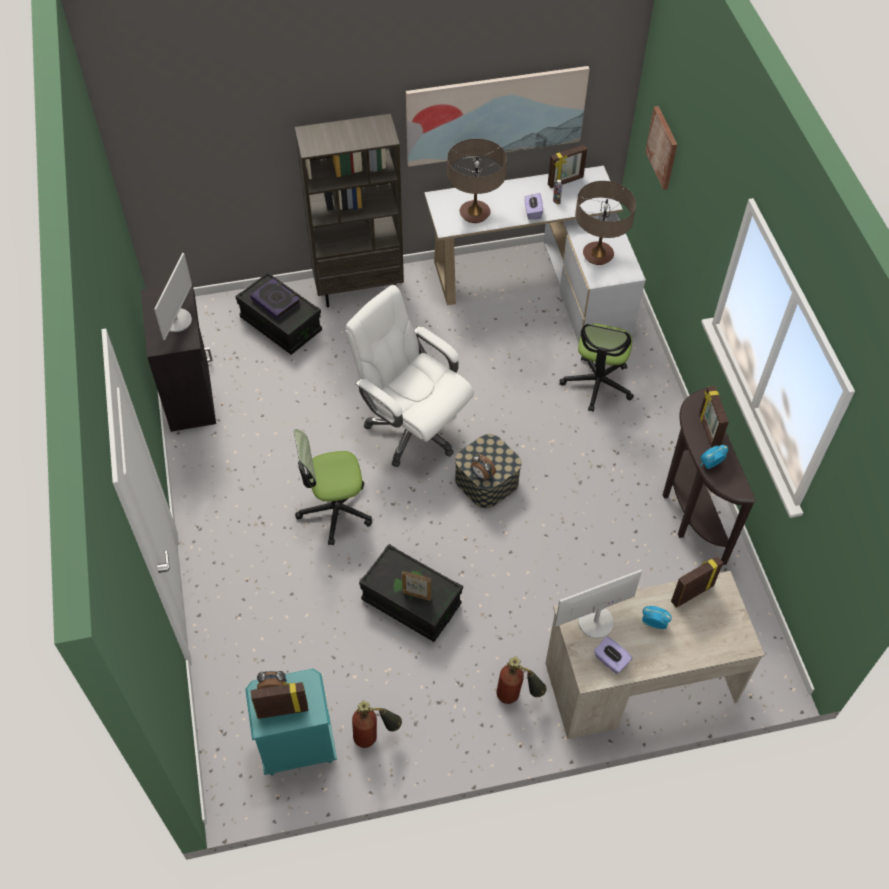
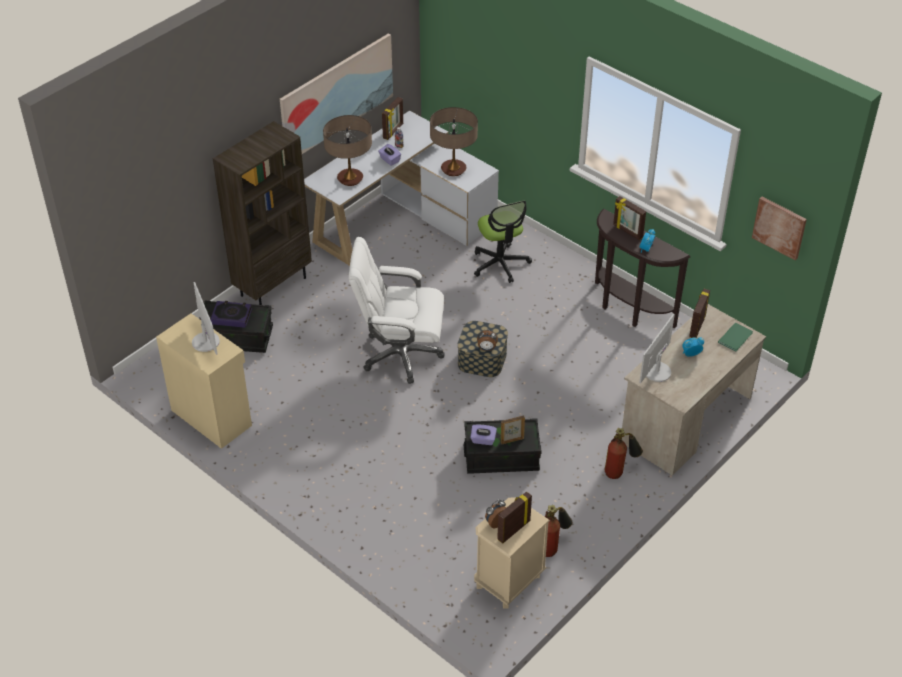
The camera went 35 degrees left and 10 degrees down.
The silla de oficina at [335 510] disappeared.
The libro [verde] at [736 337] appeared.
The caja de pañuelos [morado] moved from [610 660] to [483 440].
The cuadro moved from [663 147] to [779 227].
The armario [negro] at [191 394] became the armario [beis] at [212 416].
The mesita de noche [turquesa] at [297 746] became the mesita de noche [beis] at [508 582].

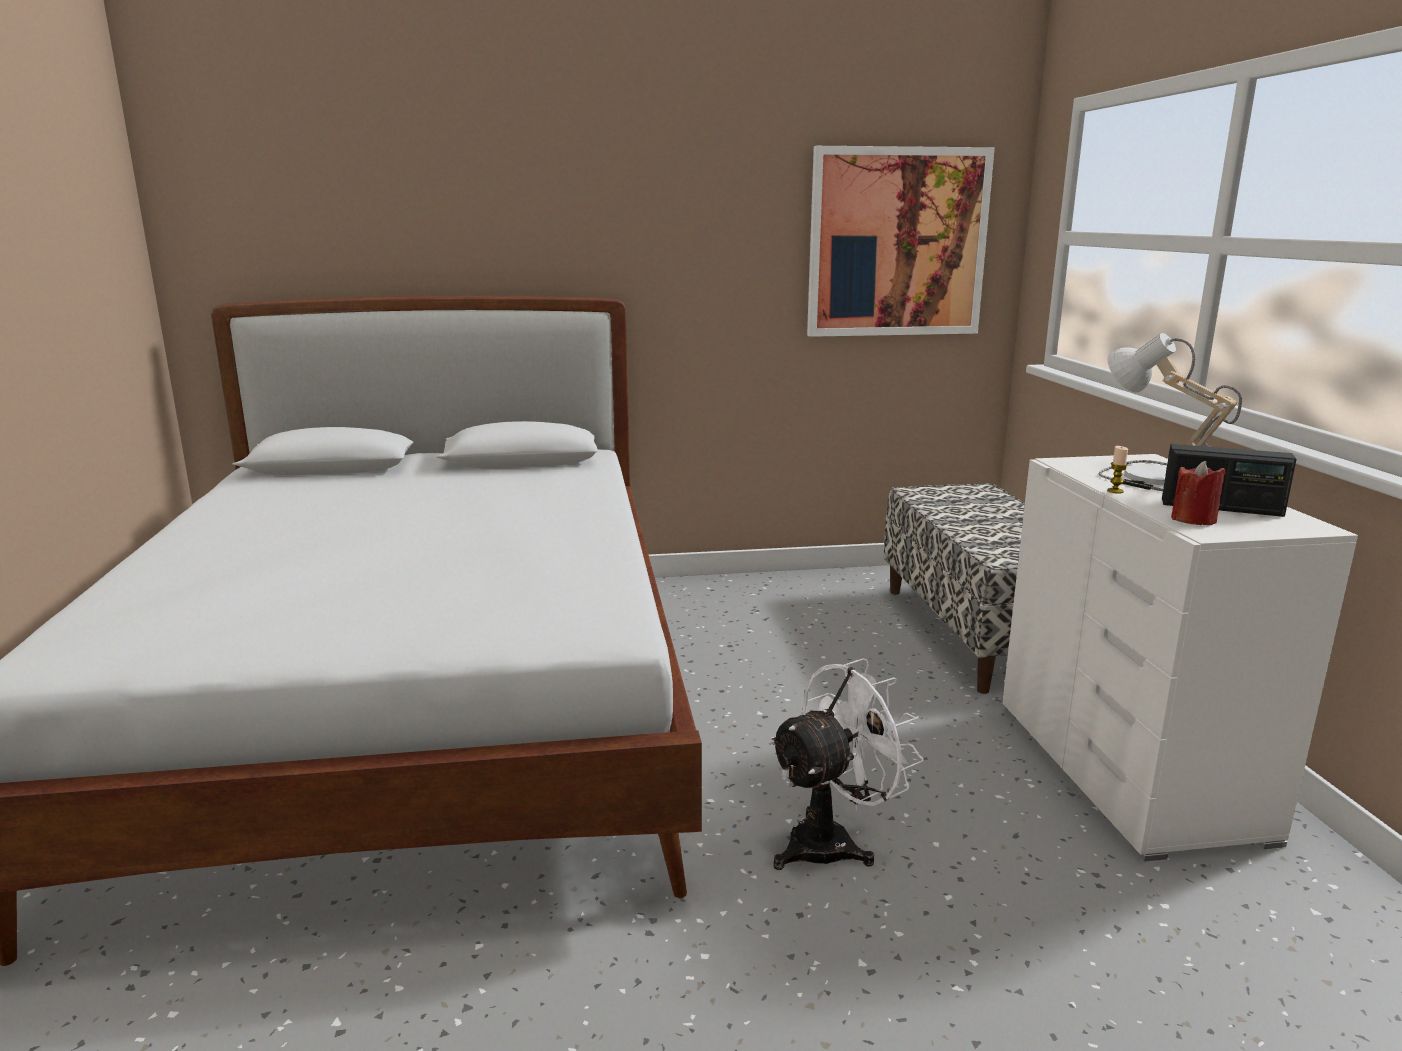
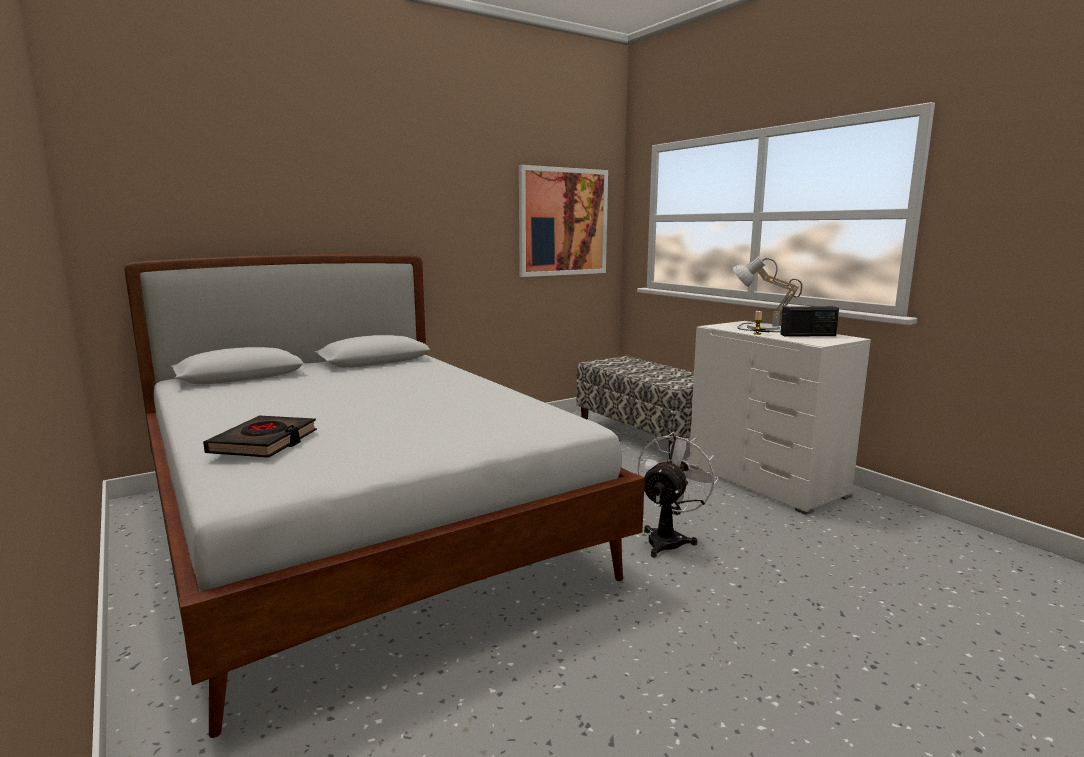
The camera went 25 degrees left and 5 degrees down.
The vela [rojo] at [1193 520] disappeared.
The libro [negro] at [264 443] appeared.

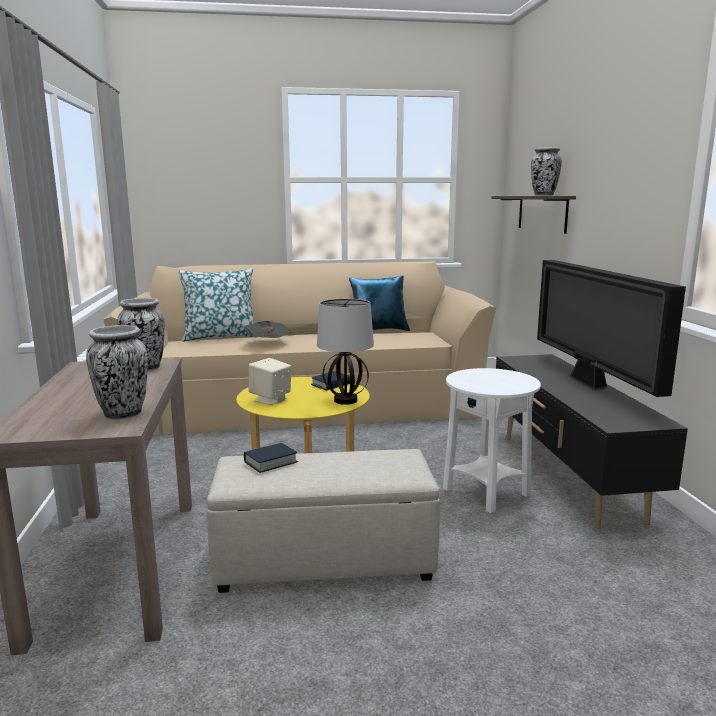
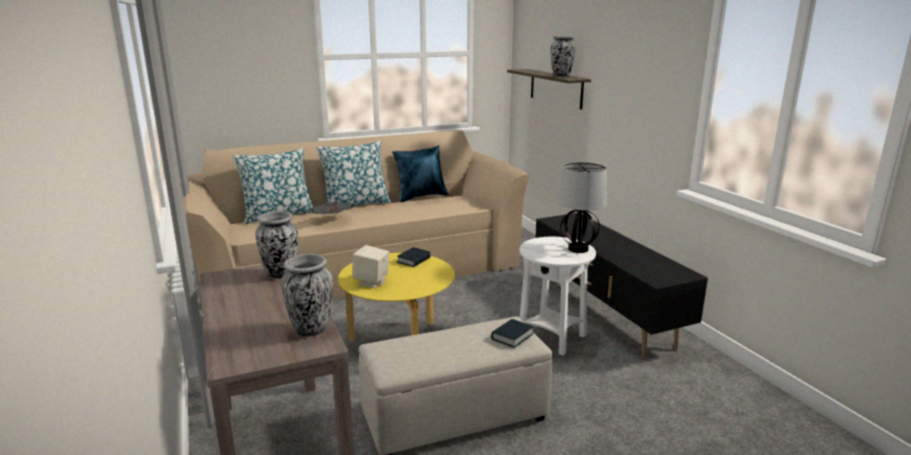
The camera went 15 degrees left and 5 degrees up.
The televisor at [589 383] disappeared.
The cojín at [356 204] appeared.
The libro moved from [270 462] to [512 337].
The lámpara de mesa moved from [345 401] to [578 249].

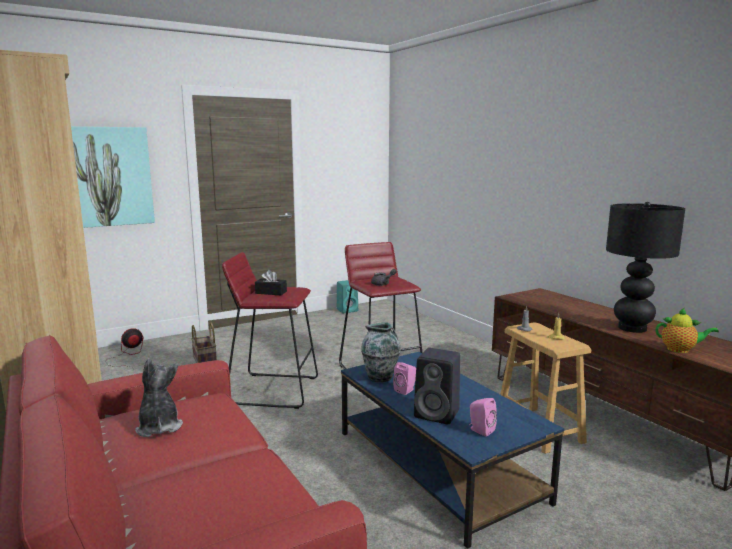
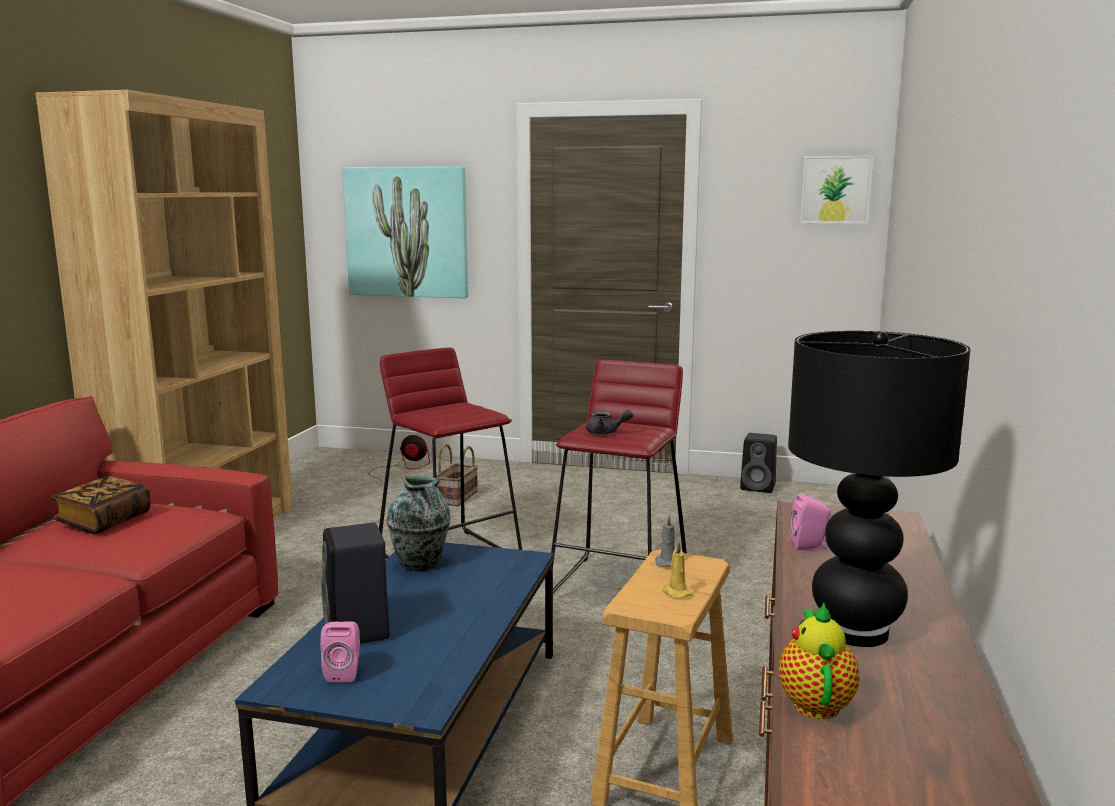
The camera went 45 degrees right and 0 degrees up.
The caja de pañuelos [negro] at [271 292] disappeared.
The cuadro at [835 189] appeared.
The altavoz [rosa] moved from [406 390] to [810 547].
The peluche at [159 427] was replaced by the libro at [104 521].
The altavoz [turquesa] at [348 310] became the altavoz [negro] at [759 487].
The tetera at [680 350] turned 150 degrees counterclockwise.

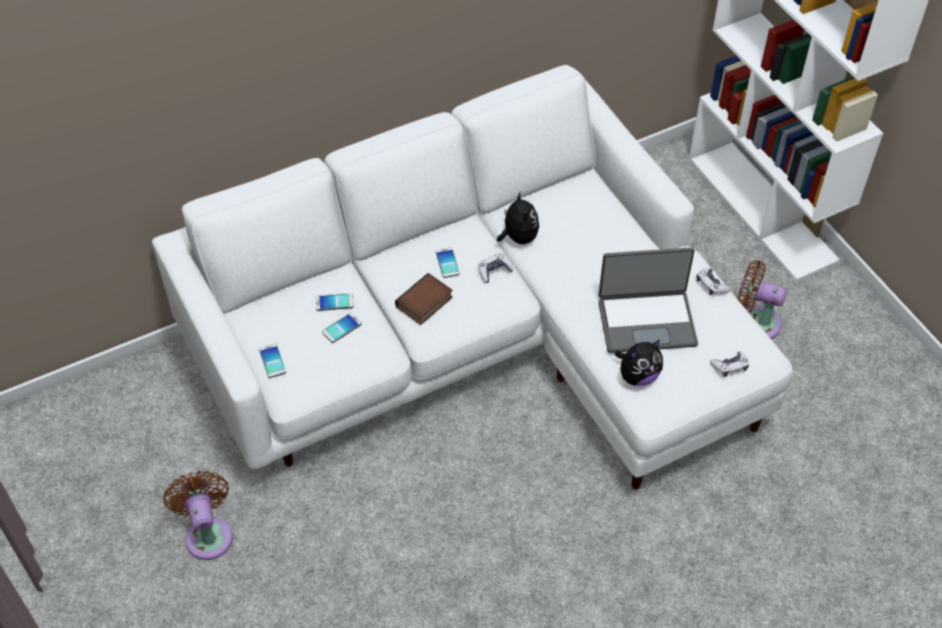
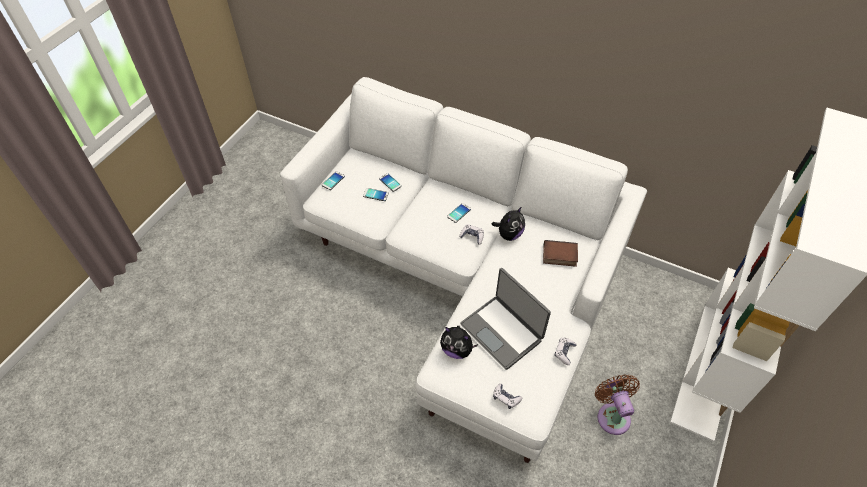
The camera went 55 degrees right and 0 degrees up.
The ventilador [marrón] at [208 533] disappeared.
The libro moved from [425 303] to [559 256].

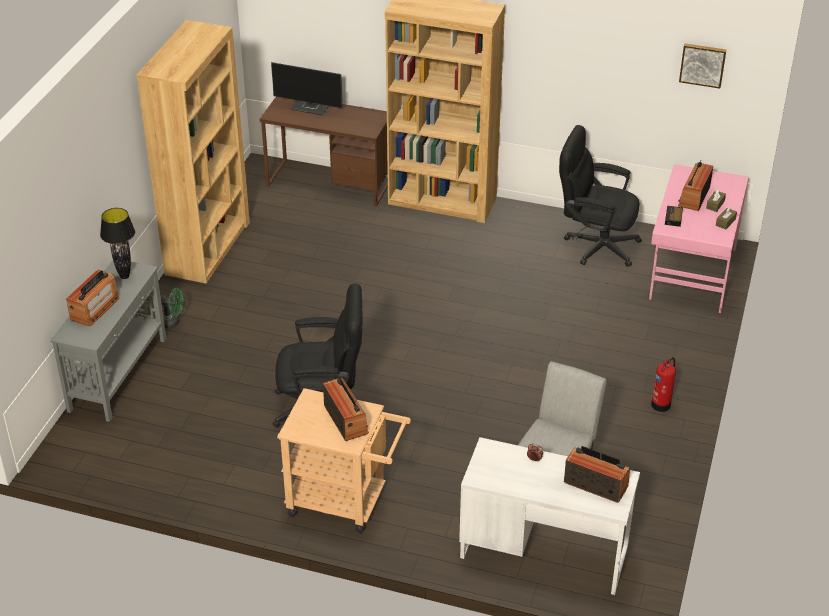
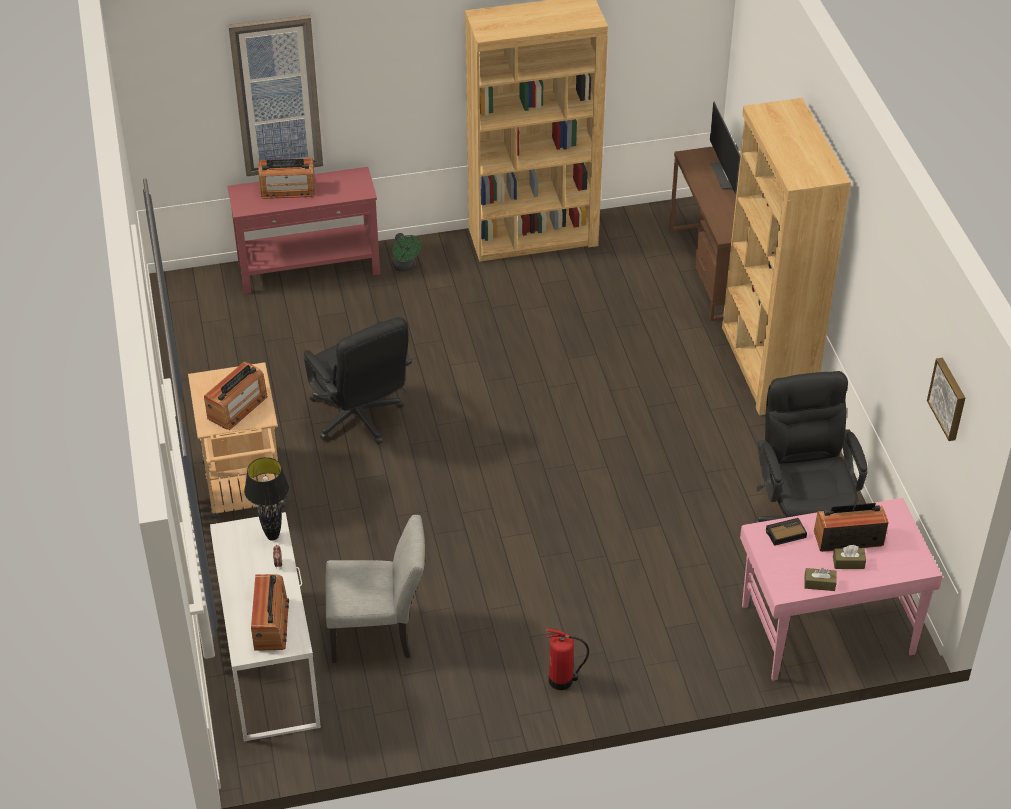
The camera went 60 degrees right and 5 degrees up.
The cuadro at [276 96] appeared.
The lámpara de mesa [negro] moved from [125 276] to [273 536].
The mesa consola [gris] at [119 373] became the mesa consola [rojo] at [309 268].

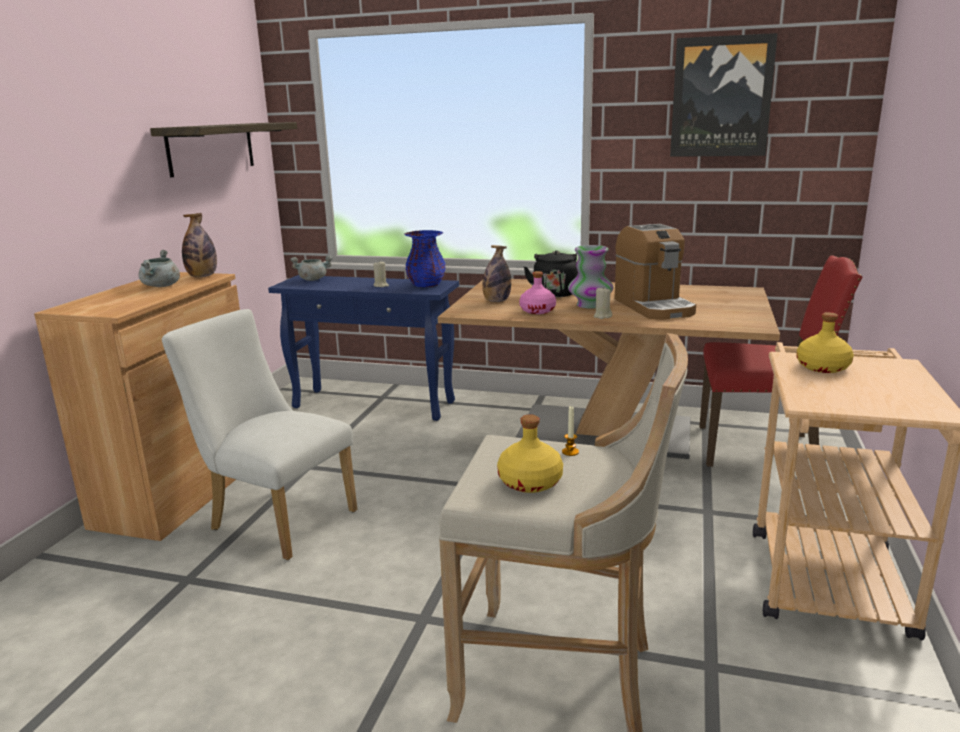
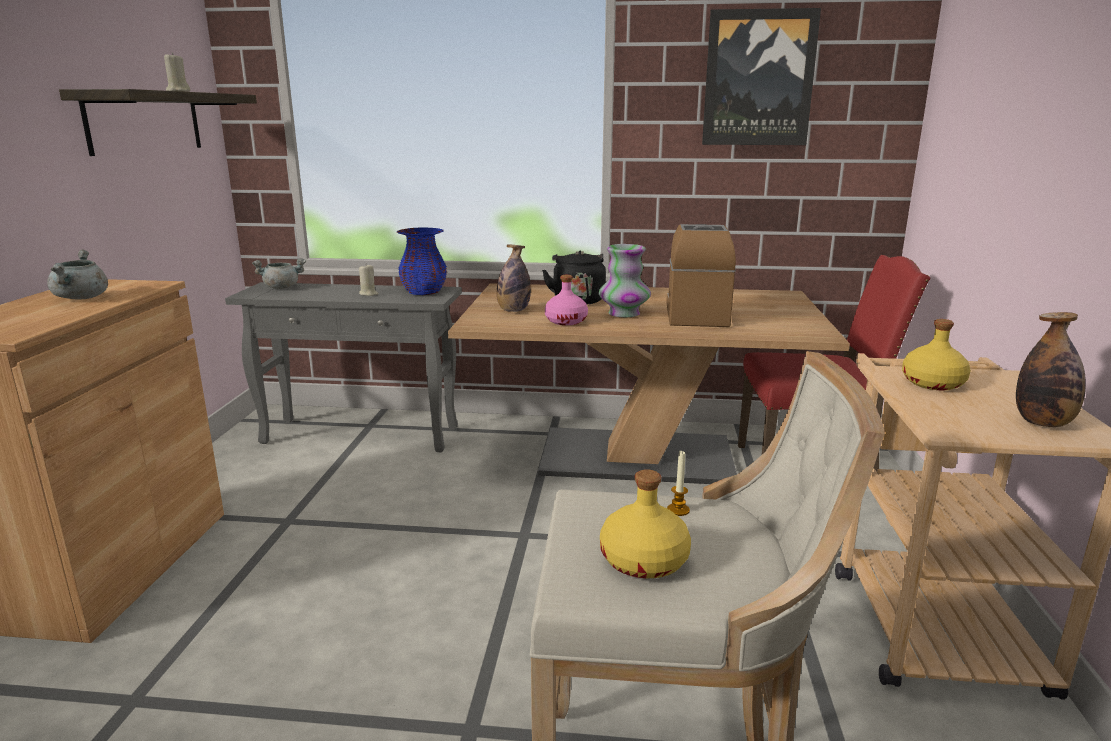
The camera went 10 degrees left and 0 degrees up.
The silla [blanco] at [276 518] disappeared.
The botella moved from [202 276] to [1043 423].
The vela [beis] moved from [602 316] to [178 91].
The mesa consola [azul] at [375 404] became the mesa consola [gris] at [362 435].
The cafetera at [653 306] turned 150 degrees counterclockwise.

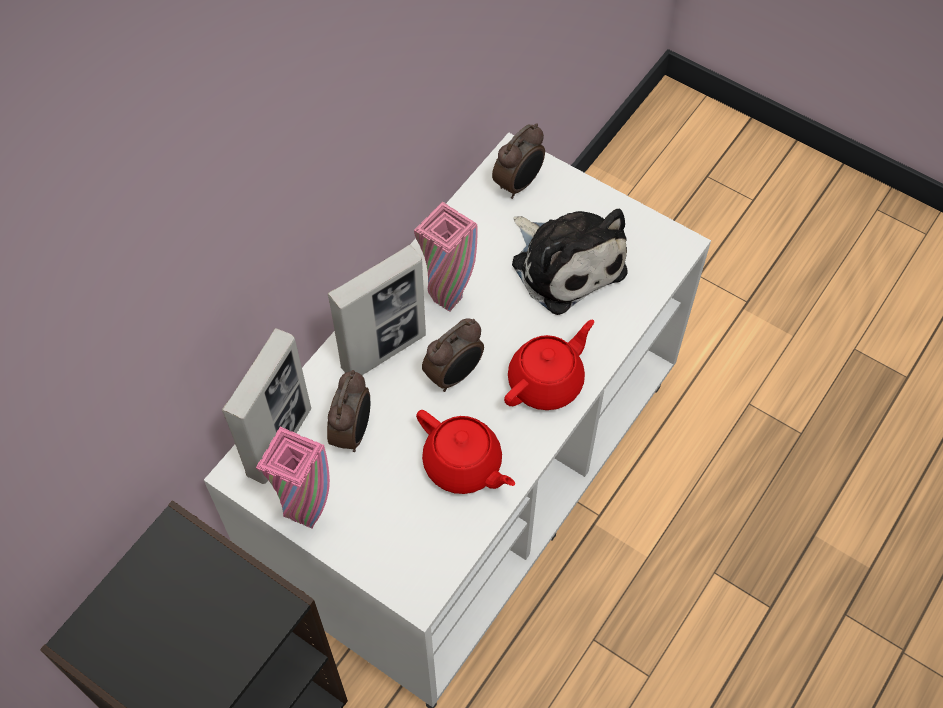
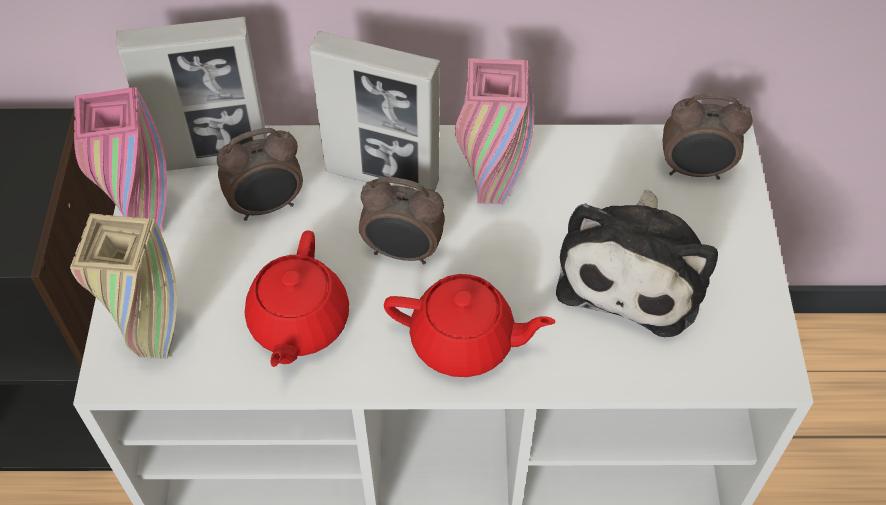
The camera went 55 degrees right and 5 degrees down.
The florero [beis] at [156 345] appeared.

